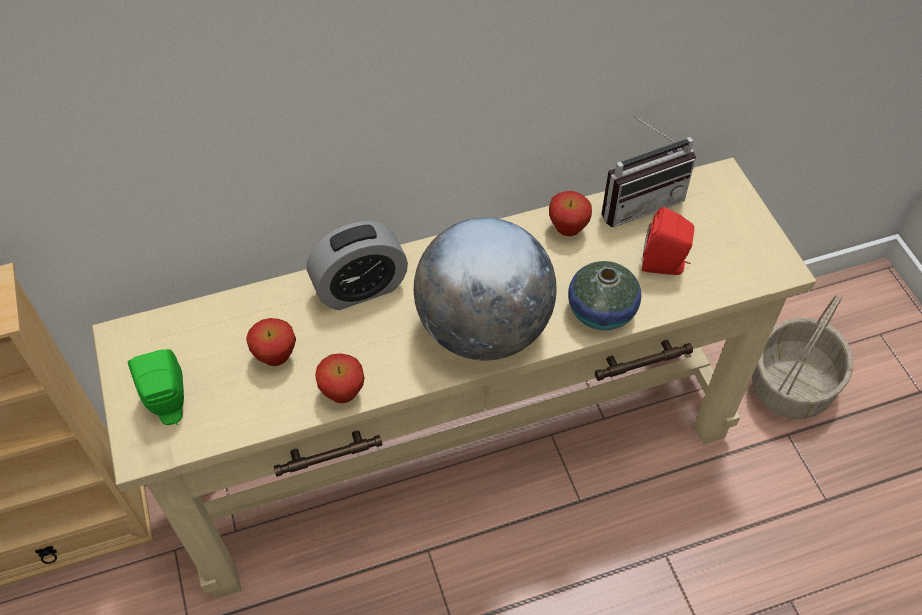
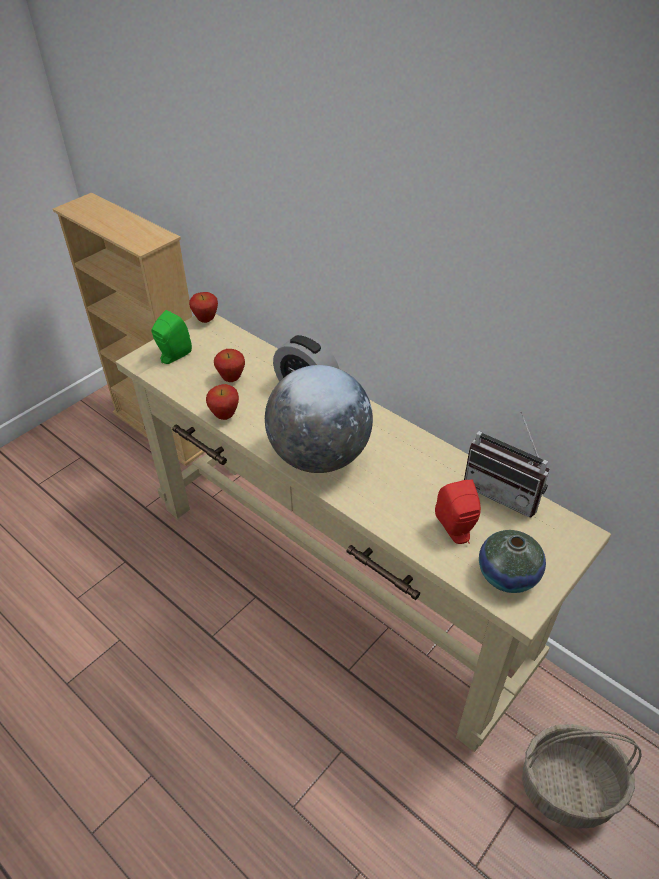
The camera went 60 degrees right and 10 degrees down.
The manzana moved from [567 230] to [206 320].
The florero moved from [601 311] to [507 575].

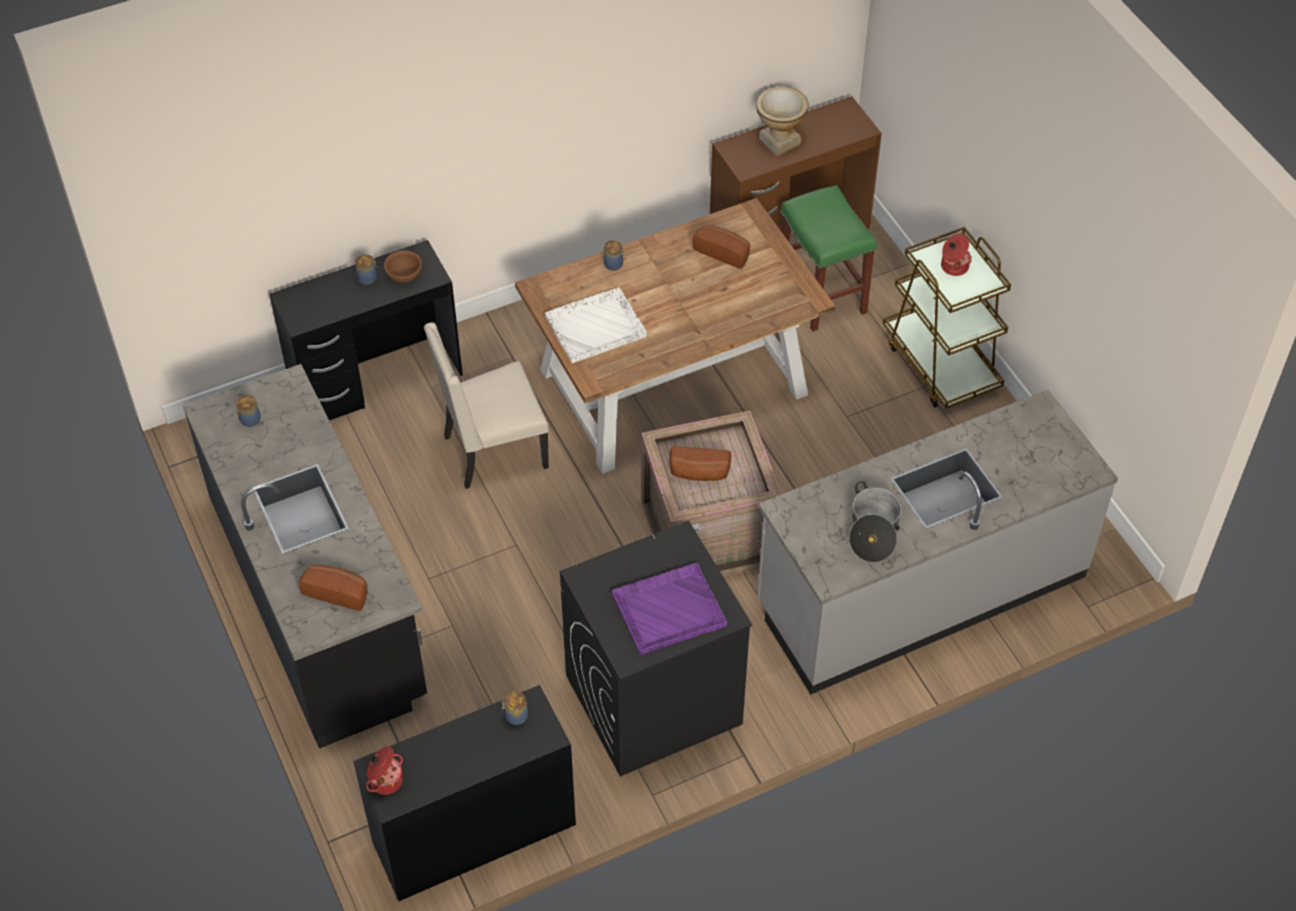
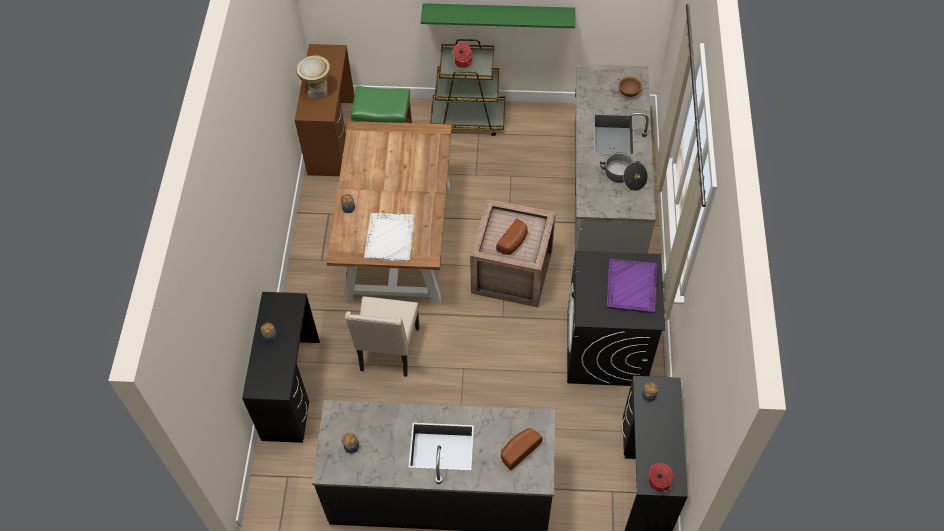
The camera went 60 degrees left and 5 degrees up.
The pan at [723 252] disappeared.
The estante [verde] at [498 15] appeared.
The cuenco [marrón] moved from [405 276] to [629 92].

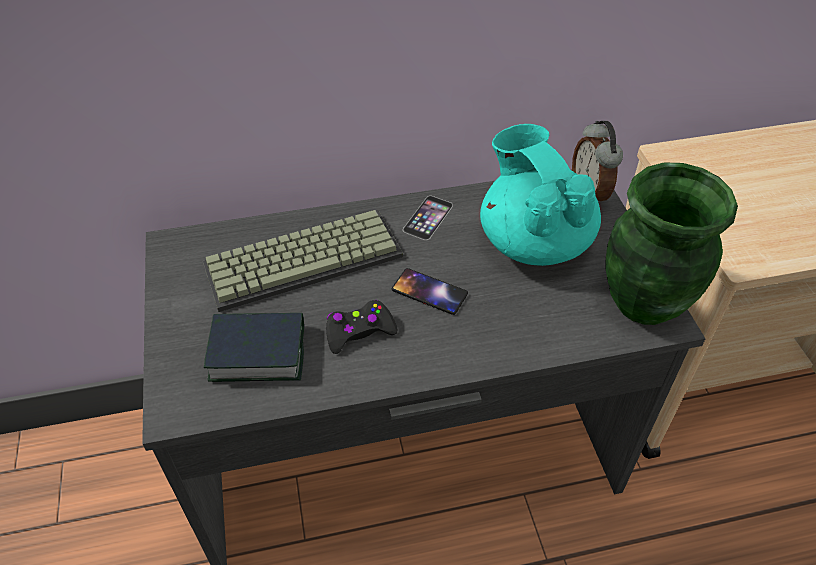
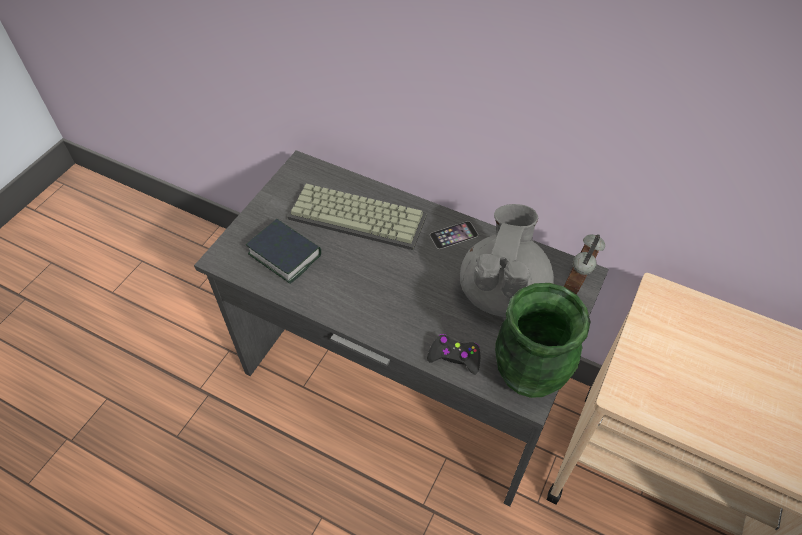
The camera went 40 degrees right and 5 degrees up.
The móvil at [429 292] disappeared.
The mando de consola [negro] moved from [359 331] to [454 357].
The tetera [turquesa] at [533 241] became the tetera [gris] at [502 291].

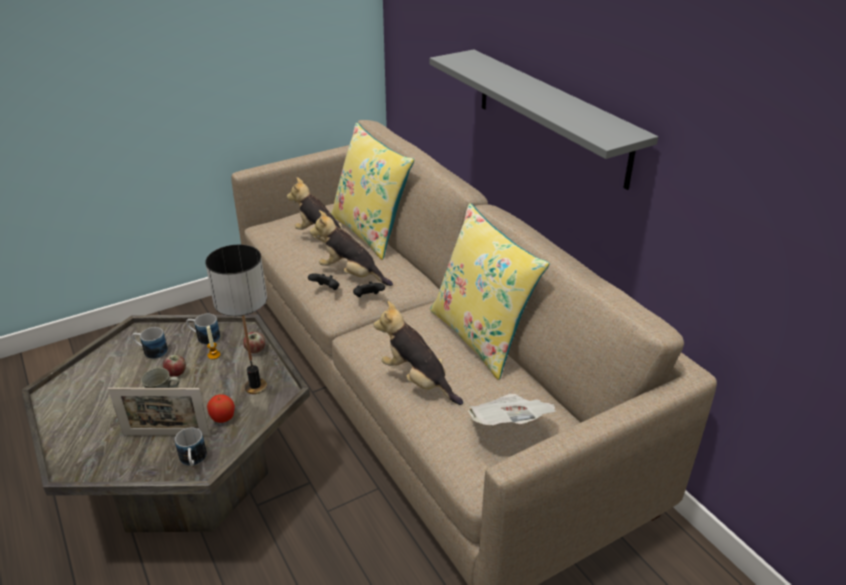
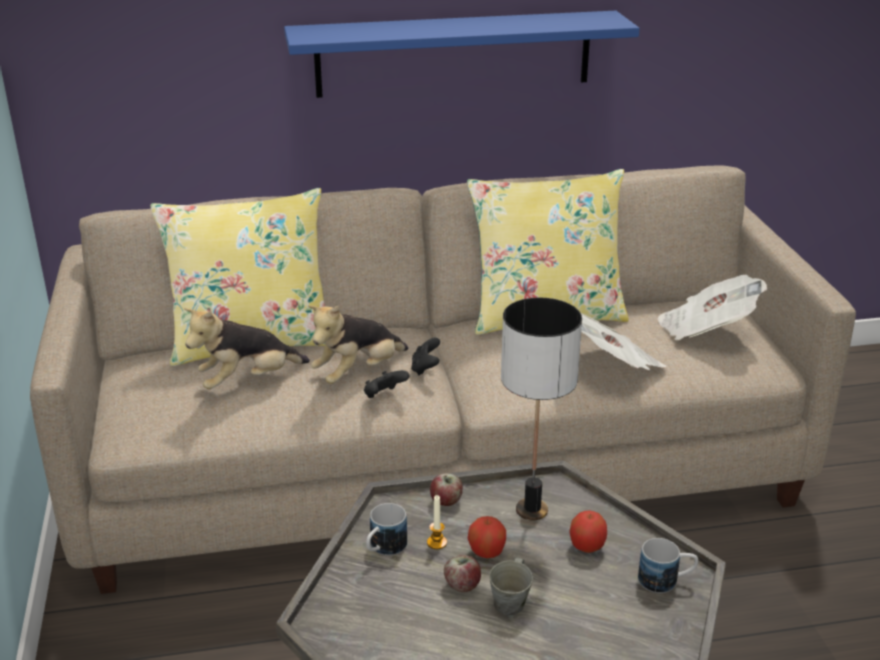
The camera went 70 degrees left and 5 degrees down.
The portarretratos at [166 435] disappeared.
The taza grande at [151 351] disappeared.
The manzana at [486 552] appeared.
The peluche at [417 380] was replaced by the periódico at [612 366].
The estante [gris] at [550 116] became the estante [azul] at [454 54].

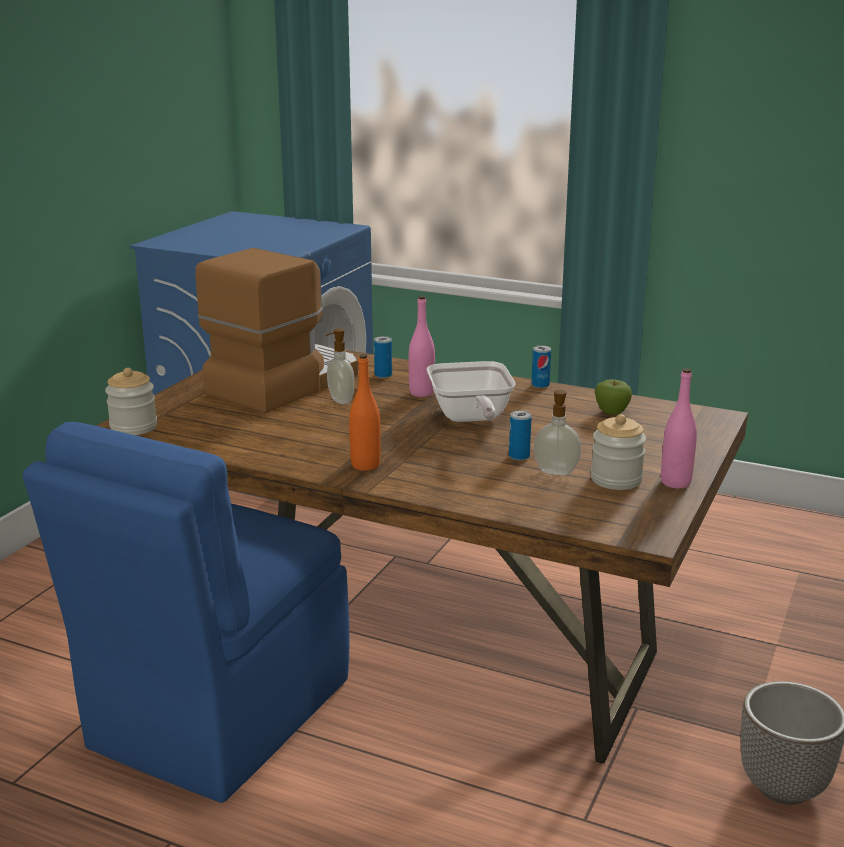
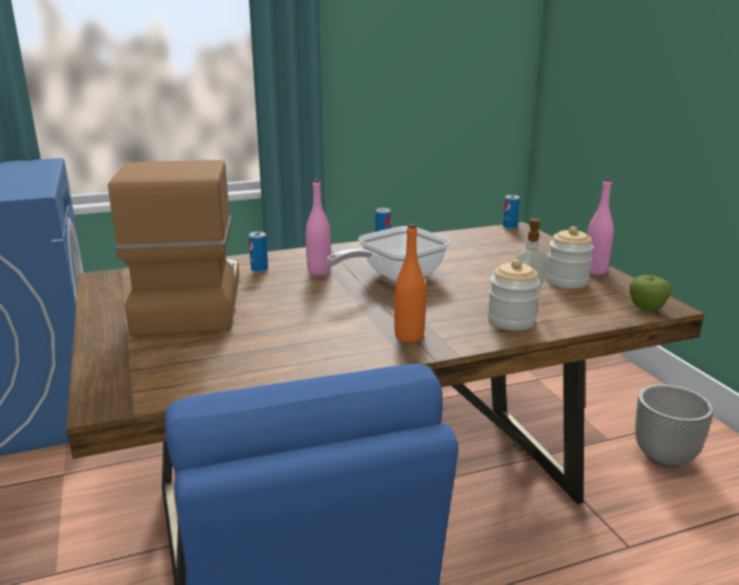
The camera went 45 degrees left and 0 degrees up.
The dispensador de jabón at [340 400] disappeared.
The tarro moved from [133 427] to [511 321].
The lata moved from [519 456] to [510 226].
The manzana moved from [611 413] to [646 309].
The sartén at [470 418] turned 105 degrees clockwise.

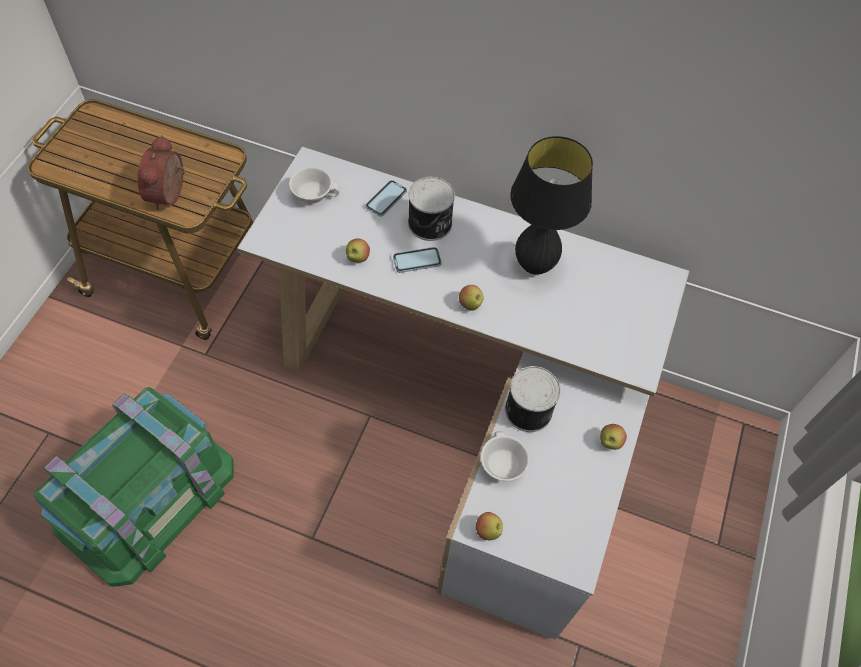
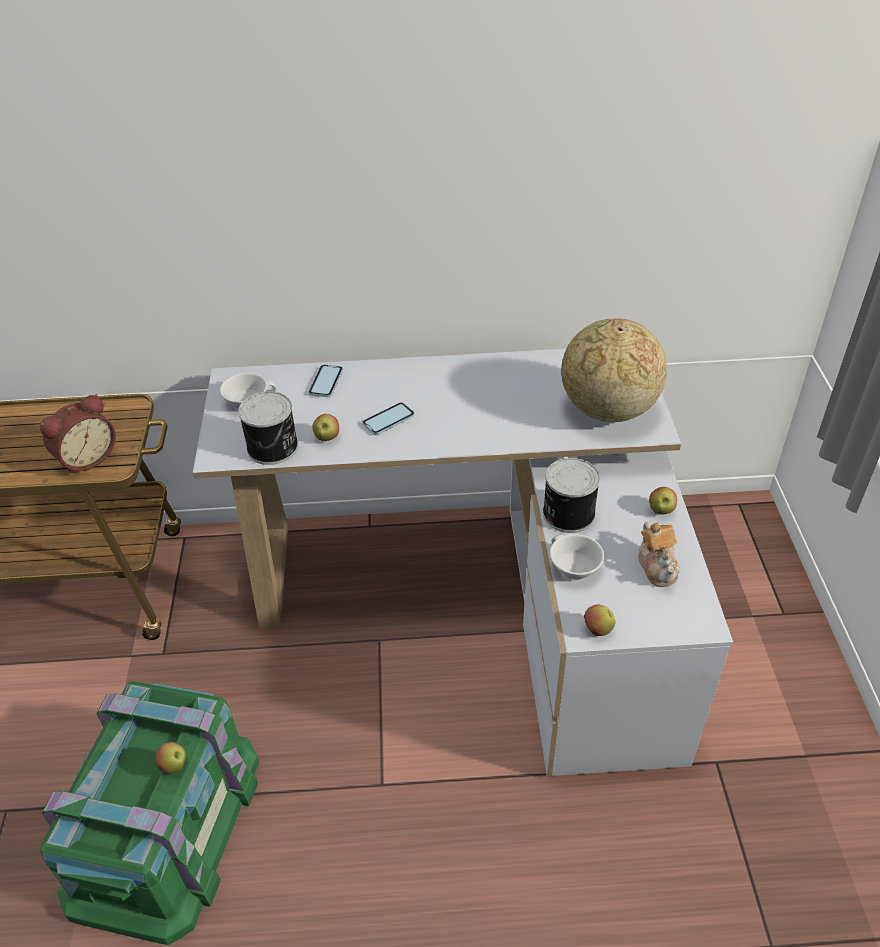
The camera went 20 degrees left and 15 degrees down.
The lámpara de mesa [negro] at [534 265] disappeared.
The globo terráqueo at [607 410] appeared.
The tetera at [657 566] appeared.
The lata moved from [430 224] to [274 447].
The manzana moved from [470 304] to [174 765].
The despertador at [170 194] turned 120 degrees counterclockwise.

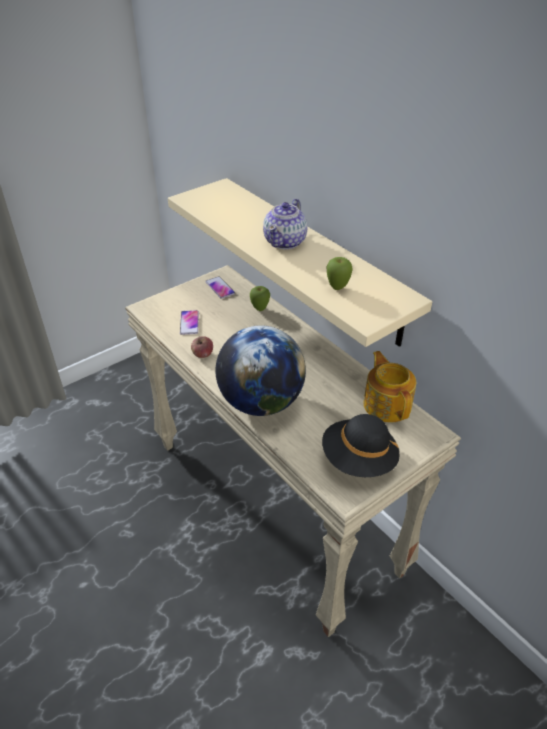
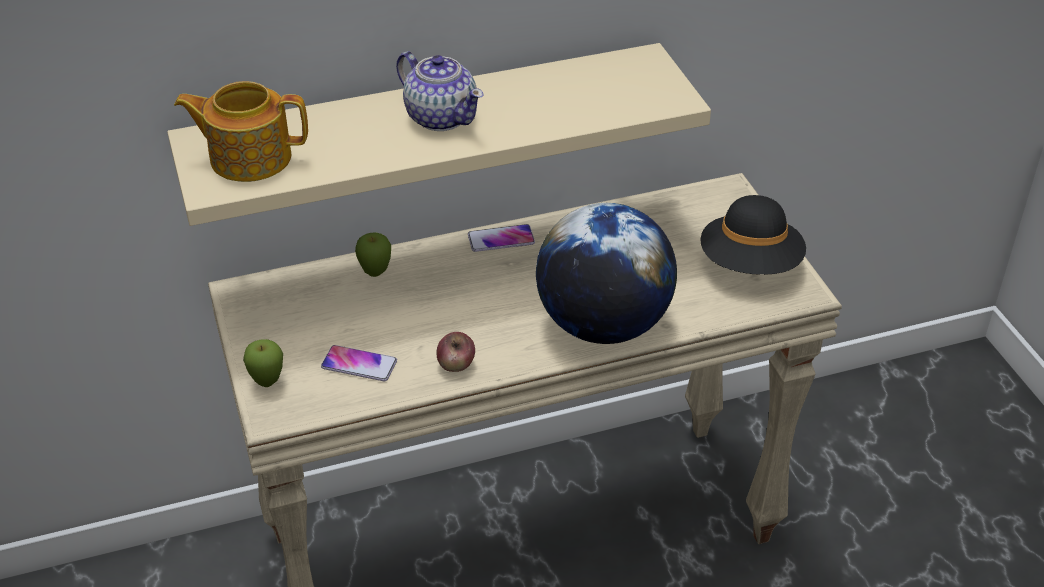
The camera went 70 degrees left and 0 degrees up.
The móvil moved from [220 288] to [501 239].
The manzana moved from [337 288] to [267 382].
The tetera moved from [387 404] to [249 157].

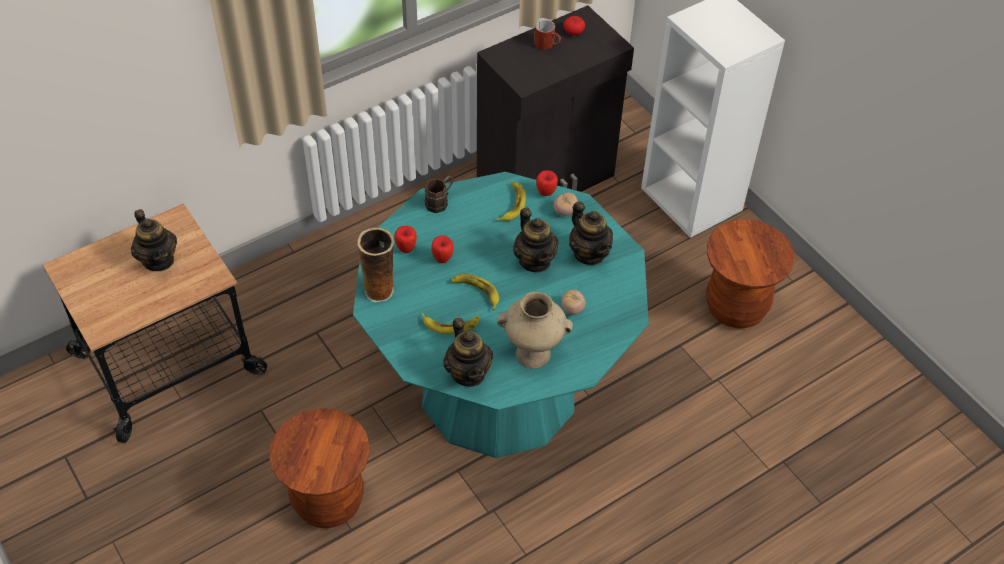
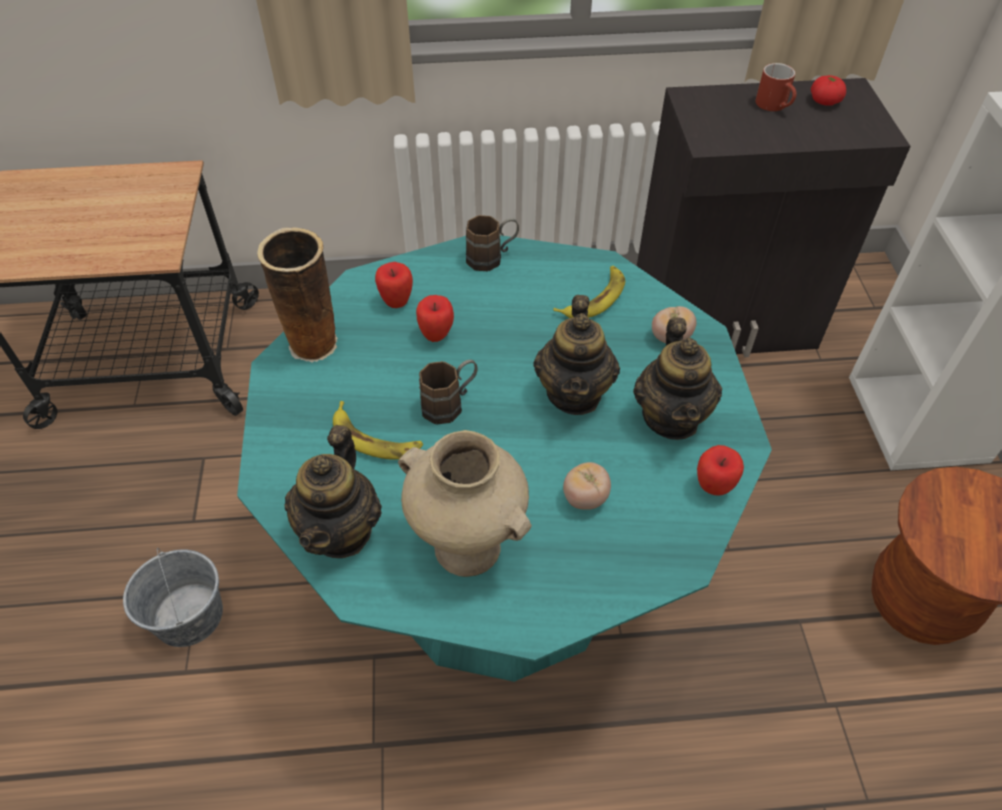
The camera went 30 degrees right and 0 degrees up.
The tetera at [158 260] disappeared.
The manzana moved from [546 193] to [713 487].
The taburete [marrón] at [328 501] was replaced by the cubo [gris] at [189 615].
The plátano at [476 292] was replaced by the taza grande [marrón] at [450 404].

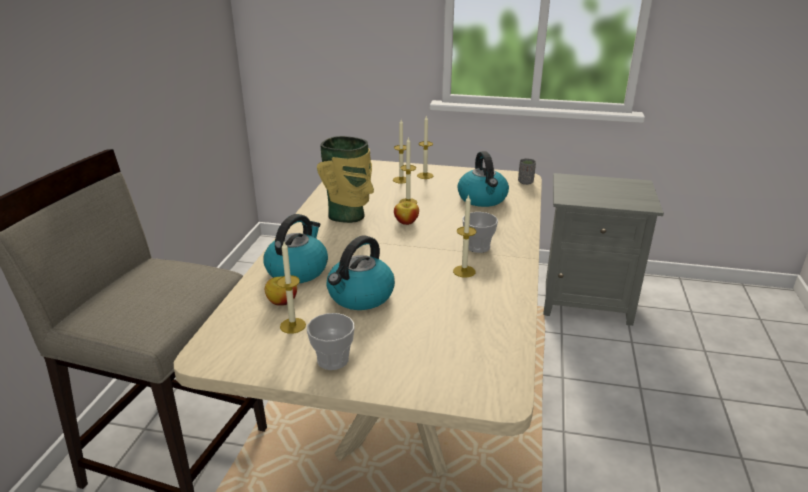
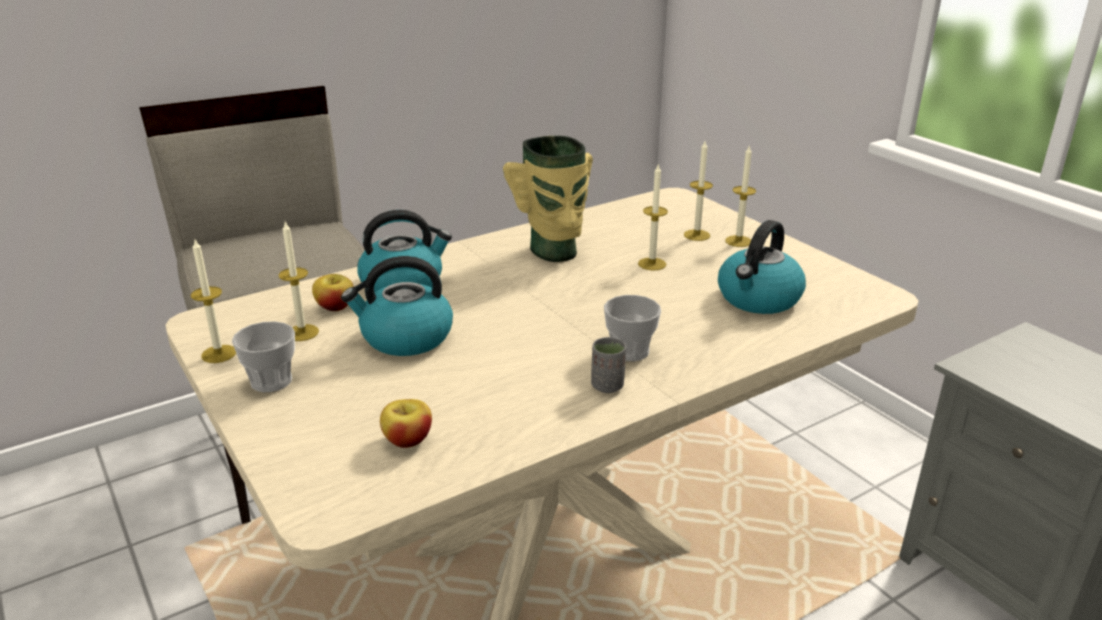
The camera went 45 degrees right and 0 degrees up.
The manzana moved from [406 222] to [407 440].
The vela moved from [464 271] to [219 354].
The taza [gris] moved from [525 182] to [607 386].

